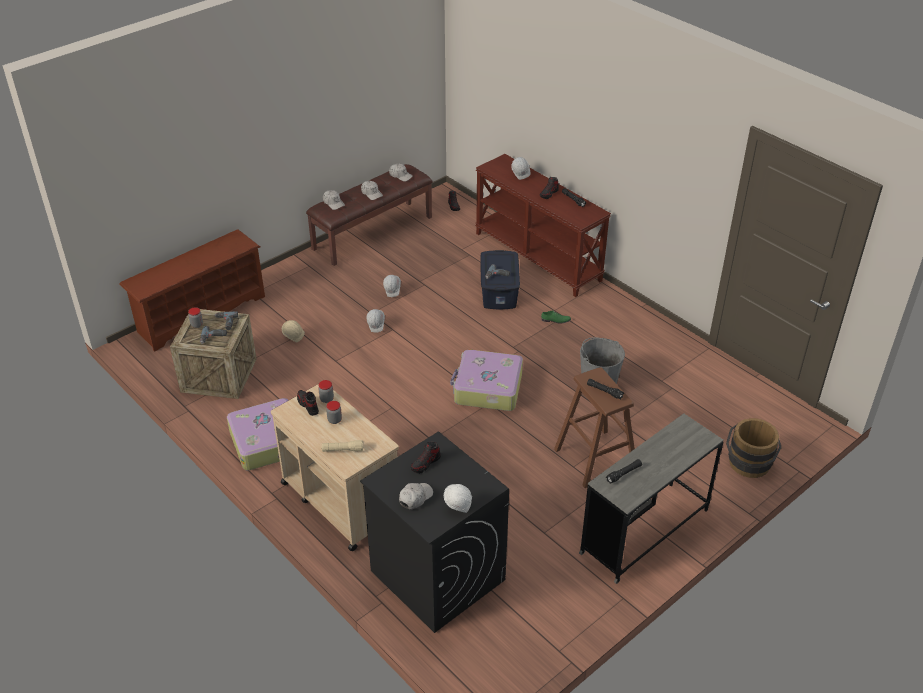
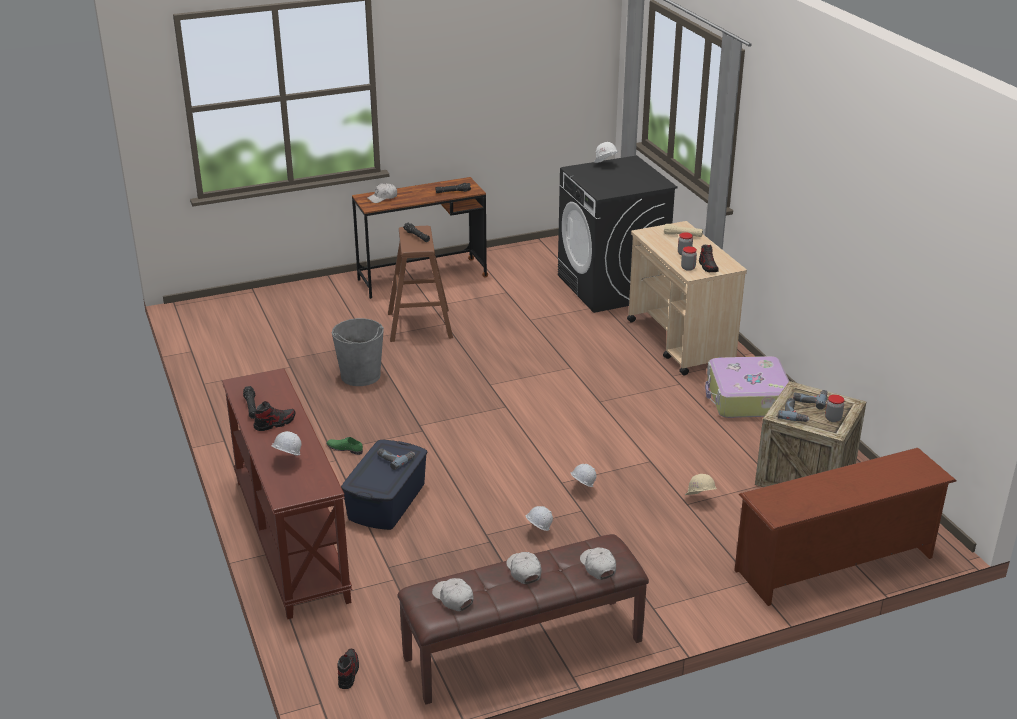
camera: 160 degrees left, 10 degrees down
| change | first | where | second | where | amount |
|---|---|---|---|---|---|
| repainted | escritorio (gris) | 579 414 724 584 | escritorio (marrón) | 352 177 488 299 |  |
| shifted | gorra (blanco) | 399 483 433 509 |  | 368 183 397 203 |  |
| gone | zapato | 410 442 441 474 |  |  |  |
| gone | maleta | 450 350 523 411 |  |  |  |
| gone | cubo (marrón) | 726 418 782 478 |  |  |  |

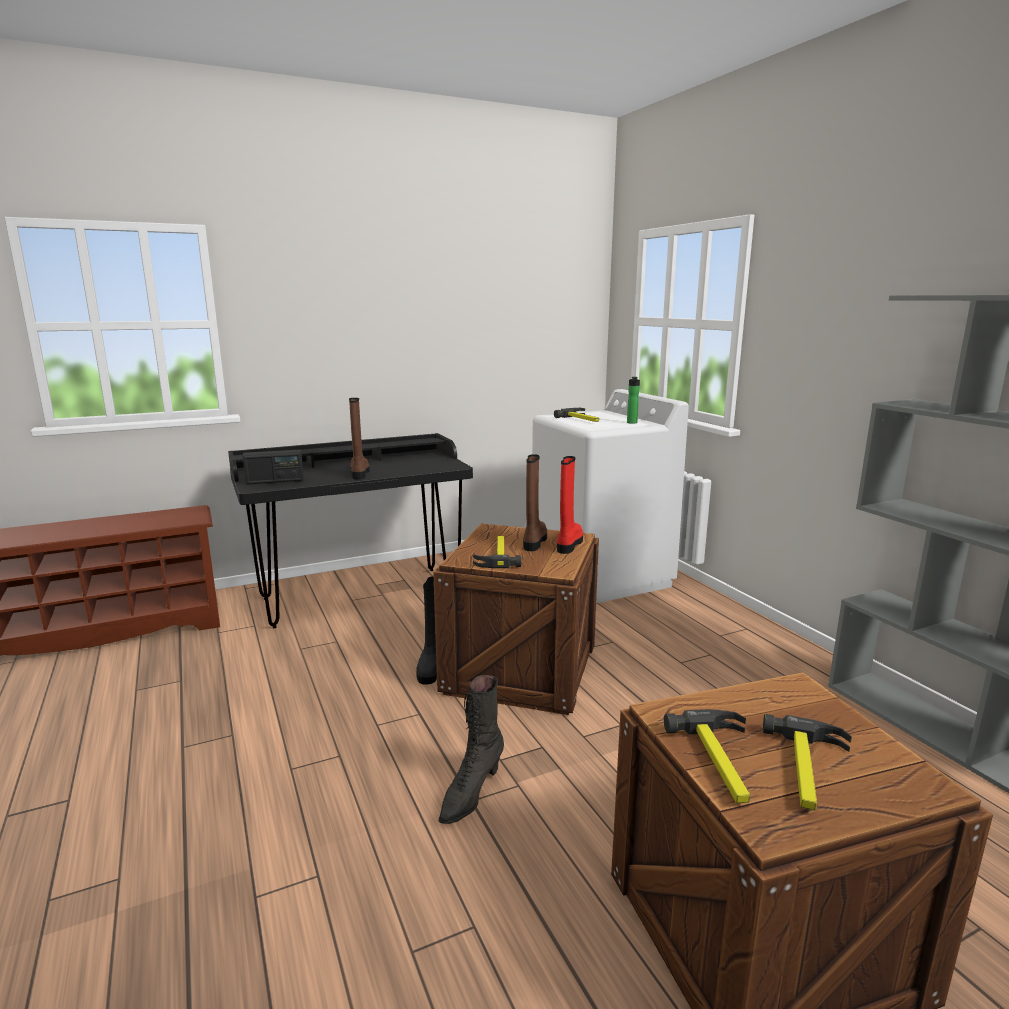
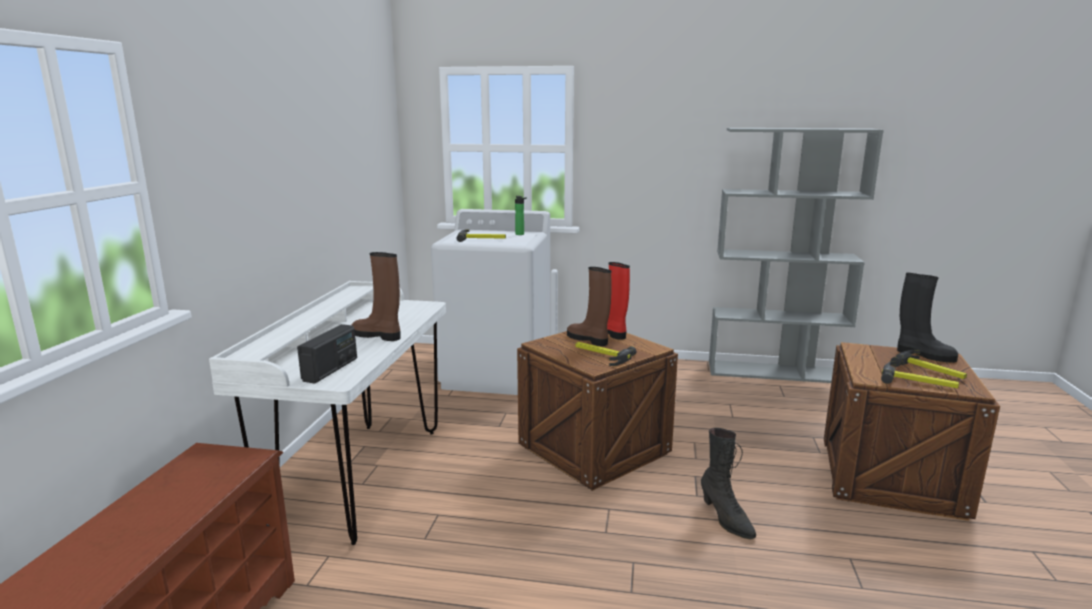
camera: 55 degrees left, 0 degrees up
| change | first | where | second | where | amount |
|---|---|---|---|---|---|
| repainted | escritorio (negro) | 228 433 473 628 | escritorio (blanco) | 209 281 446 545 |  |
| shifted | bota (negro) | 416 577 437 684 |  | 897 273 958 363 |  |

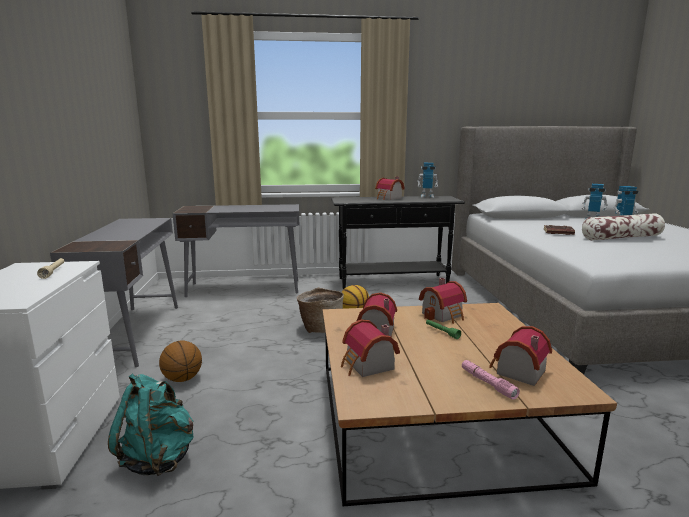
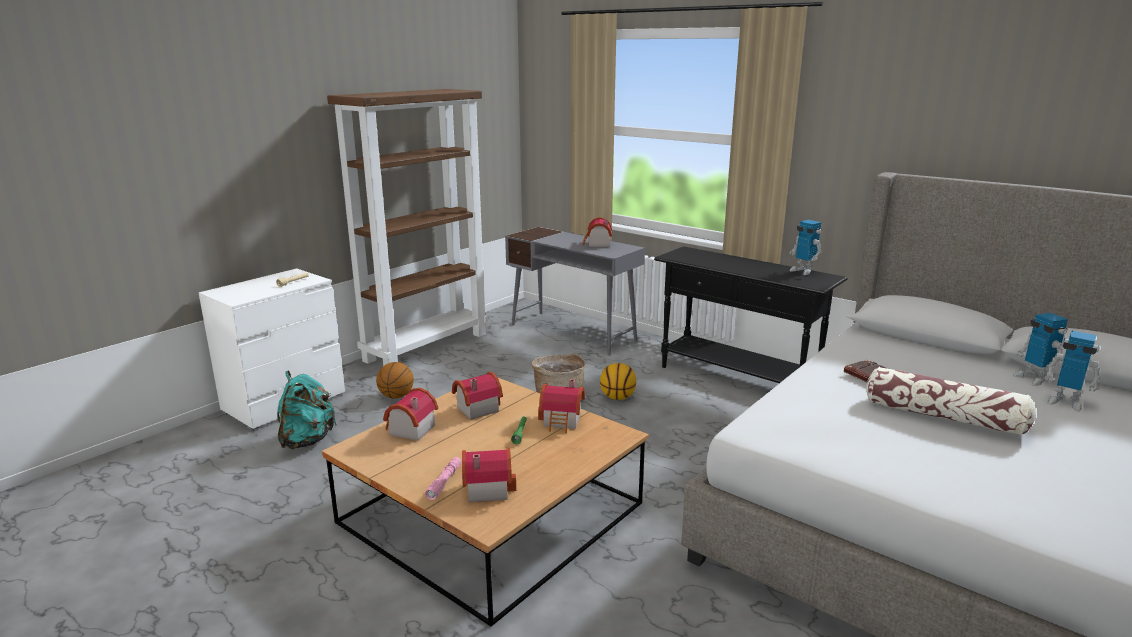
camera: 45 degrees right, 5 degrees up
| change | first | where | second | where | amount |
|---|---|---|---|---|---|
| swapped | escritorio (gris) | 50 218 178 367 | estantería (marrón) | 327 89 488 366 |  |
| shifted | casita | 375 177 405 200 |  | 582 217 612 247 |  |

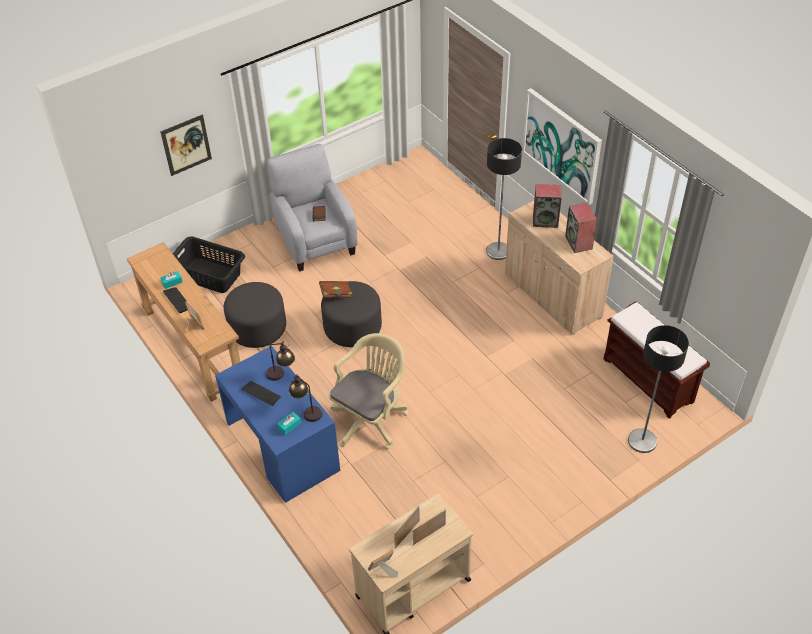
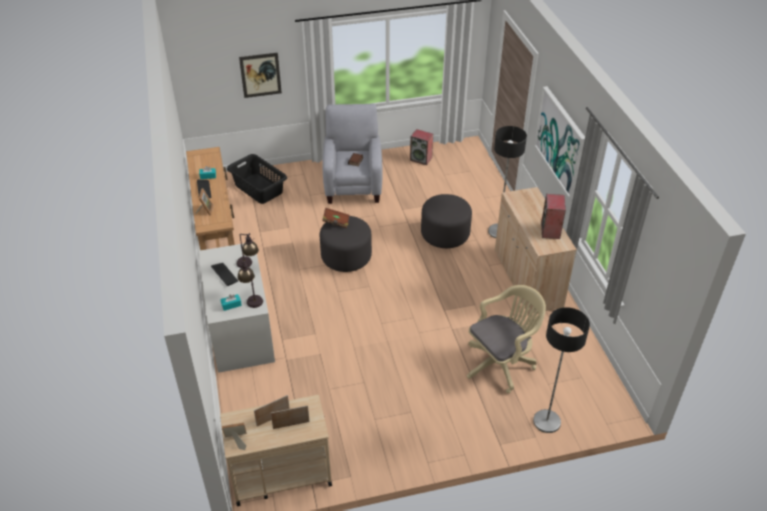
camera: 20 degrees right, 5 degrees down
| change | first | where | second | where | amount |
|---|---|---|---|---|---|
| repainted | escritorio (azul) | 215 346 340 503 | escritorio (blanco) | 199 244 275 373 |  |
| shifted | altavoz | 533 184 562 228 |  | 410 129 433 165 |  |
| shifted | puf (gris) | 224 282 286 348 |  | 421 194 472 248 |  |
| shifted | silla de oficina (beis) | 329 333 408 450 |  | 467 285 546 394 |  |
| gone | banco (marrón) | 603 301 710 419 |  |  |  |

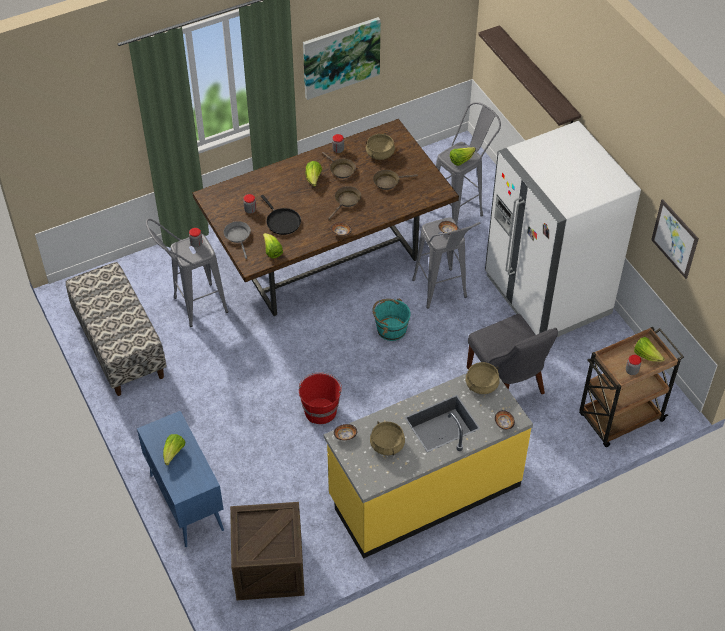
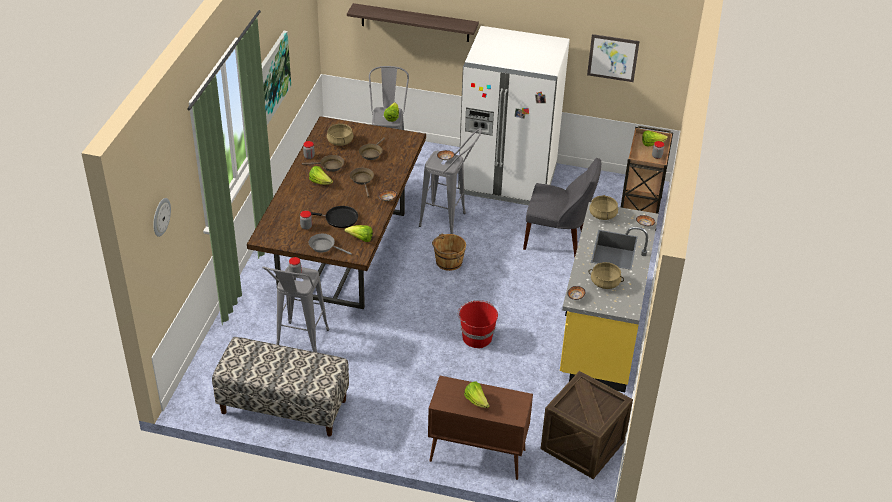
camera: 50 degrees left, 10 degrees down
| change | first | where | second | where | amount |
|---|---|---|---|---|---|
| new |  |  | reloj de pared | 153 198 171 237 |  |
| repainted | armario (azul) | 137 411 224 547 | armario (marrón) | 428 376 533 480 |  |
| repainted | cubo (turquesa) | 372 298 411 341 | cubo (marrón) | 432 233 466 271 |  |

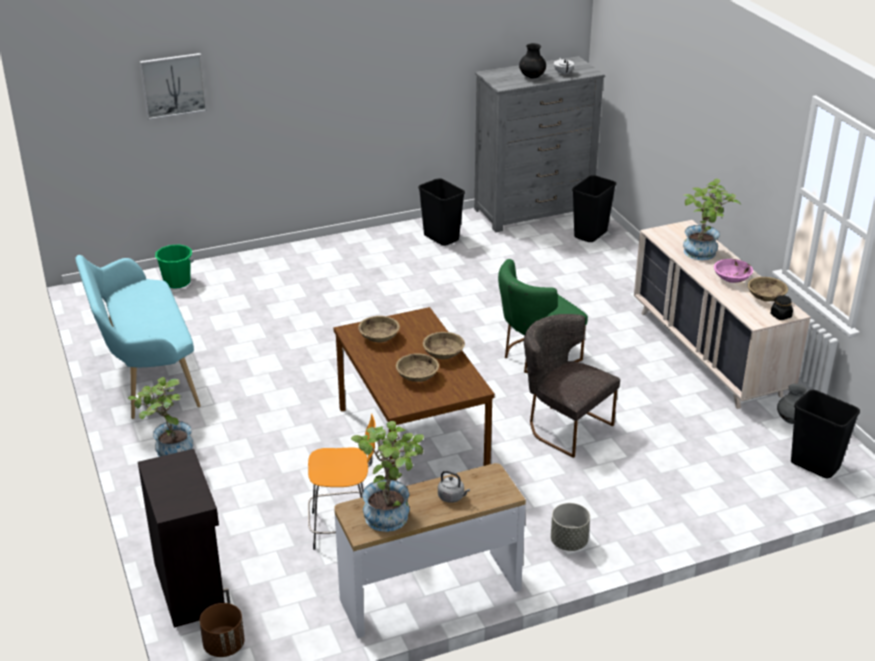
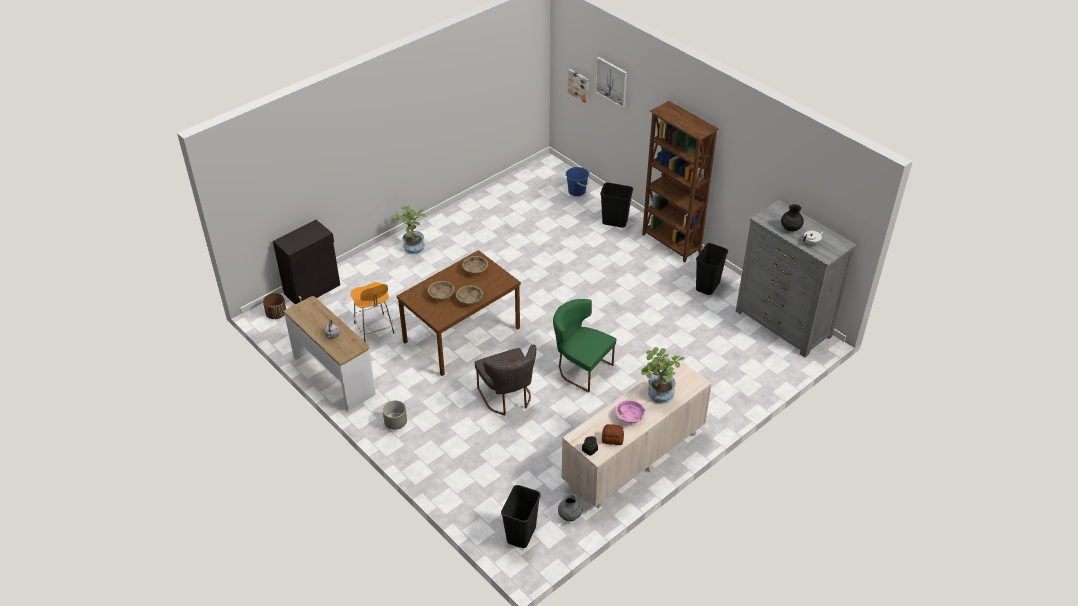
camera: 70 degrees right, 10 degrees up
| change | first | where | second | where | amount |
|---|---|---|---|---|---|
| rotated | silla (gris) | 524 314 620 458 |  | 474 345 536 415 | 135 degrees clockwise |
| repainted | cubo (verde) | 155 245 194 289 | cubo (azul) | 566 167 589 196 |  |
| new |  |  | cuadro | 568 69 589 103 |  |
| shifted | papelera (negro) | 572 175 616 242 |  | 600 183 633 228 |  |
| swapped | cuenco (beis) | 748 277 788 302 | pan | 602 424 624 445 |  |
| new |  |  | estantería (marrón) | 642 101 719 263 |  |
| gone | banco (turquesa) | 76 255 201 419 |  |  |  |
| gone | planta en maceta | 351 421 424 532 |  |  |  |

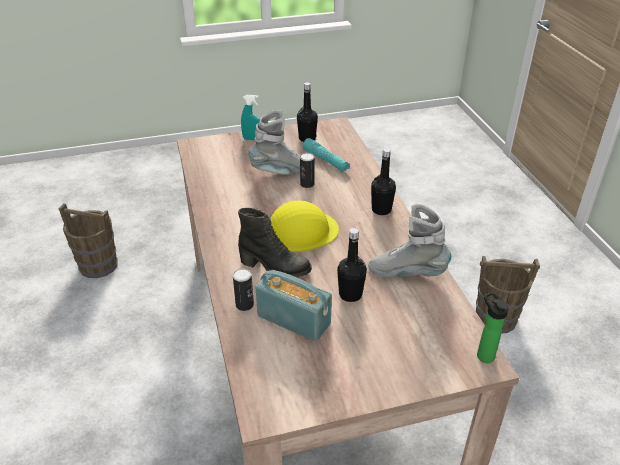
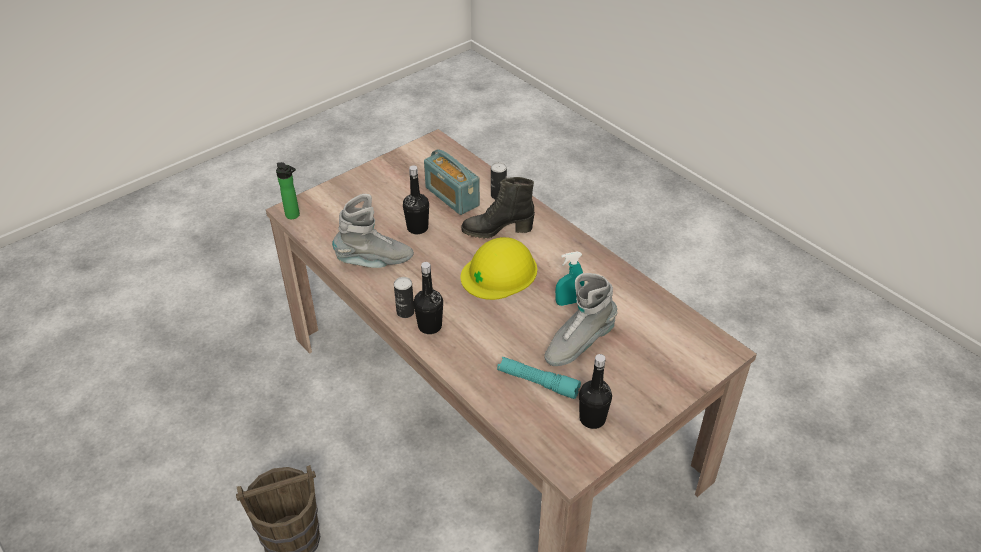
camera: 155 degrees right, 5 degrees up
| change | first | where | second | where | amount |
|---|---|---|---|---|---|
| shifted | lata | 300 153 315 188 |  | 394 277 414 318 |  |
| rotated | radio | 255 270 332 342 |  | 424 150 480 215 | 45 degrees clockwise |
| shifted | pulverizador (turquesa) | 241 95 260 141 |  | 555 251 584 306 |  |
| gone | cubo (marrón) | 59 203 118 278 |  |  |  |

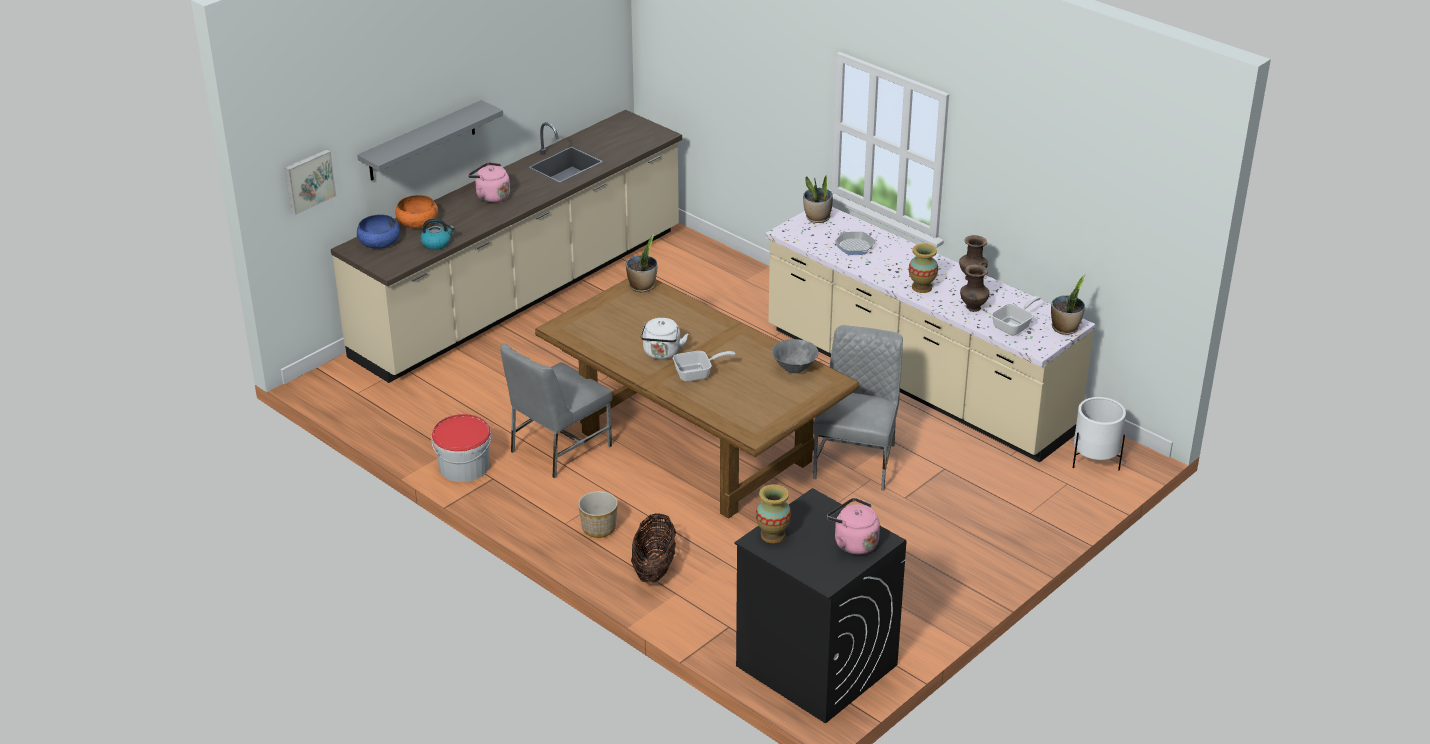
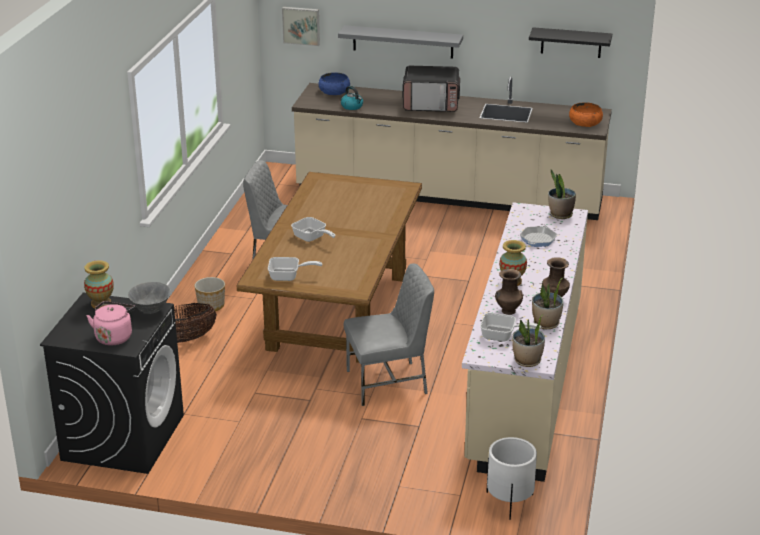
camera: 60 degrees right, 5 degrees down
| change | first | where | second | where | amount |
|---|---|---|---|---|---|
| shifted | cuenco (gris) | 772 339 818 373 |  | 128 282 171 313 |  |
| new |  |  | sartén | 268 257 322 281 |  |
| swapped | hervidor (rosa) | 468 162 510 203 | microondas | 402 66 460 112 |  |
| new |  |  | estante (negro) | 529 27 612 58 |  |
| shifted | planta en maceta | 626 234 657 292 |  | 532 278 563 329 |  |
| shifted | cuenco (naranja) | 396 195 438 229 |  | 569 102 603 127 |  |
| gone | cubo | 431 414 491 482 |  |  |  |
| gone | hervidor (blanco) | 641 318 689 359 |  |  |  |

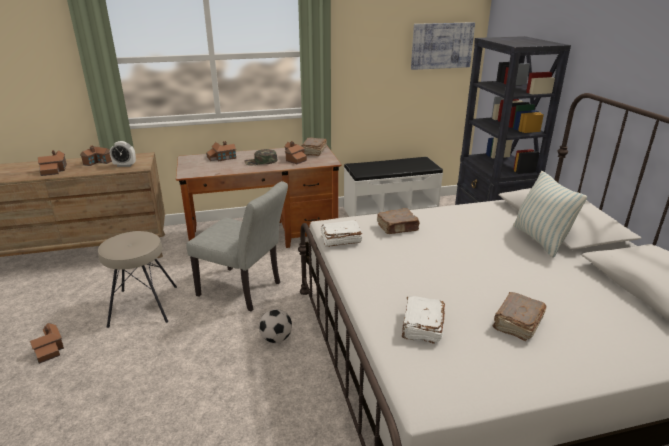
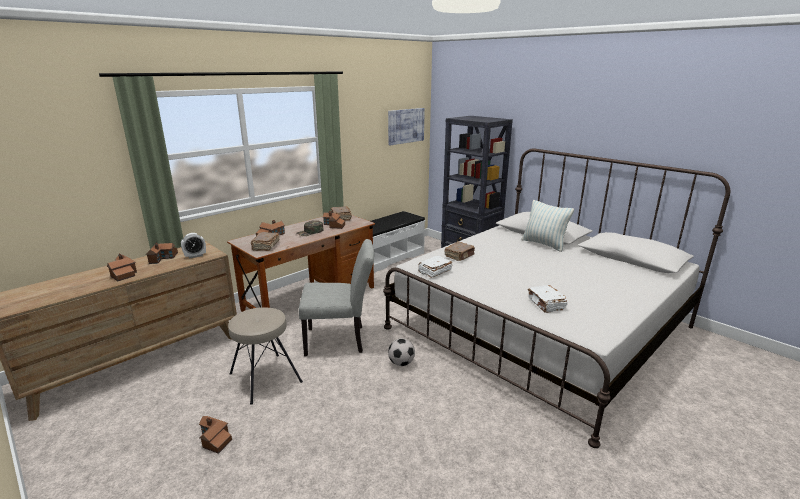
camera: 30 degrees left, 5 degrees down
| change | first | where | second | where | amount |
|---|---|---|---|---|---|
| shifted | libro (marrón) | 493 292 546 341 |  | 251 232 280 251 |  |

